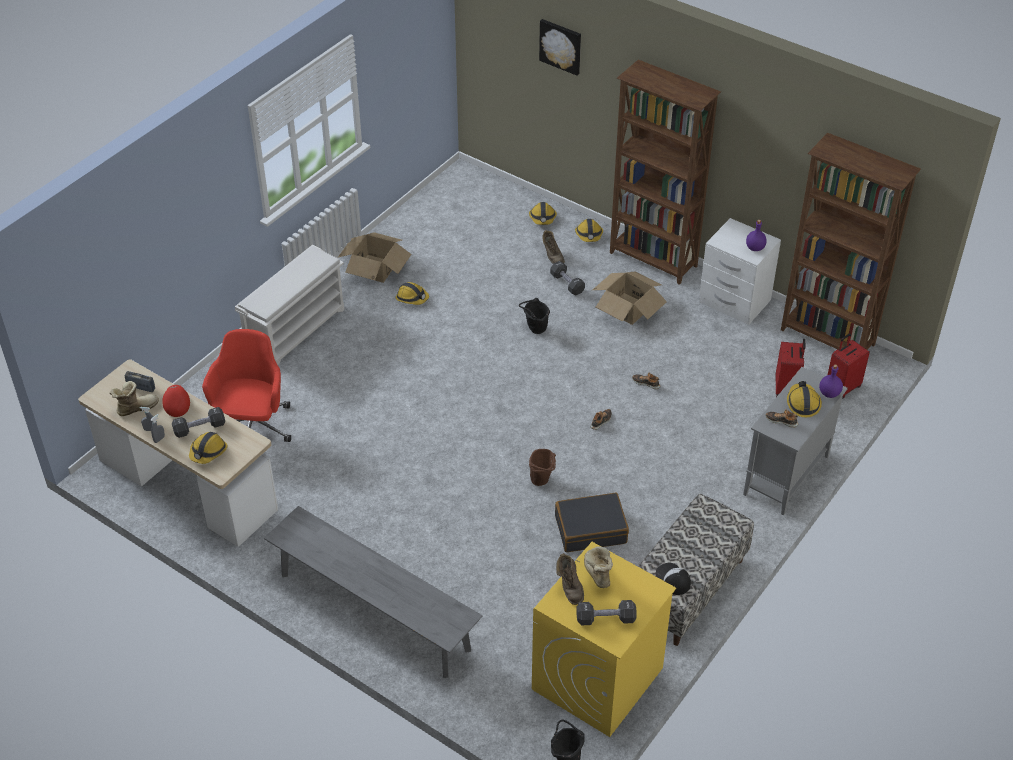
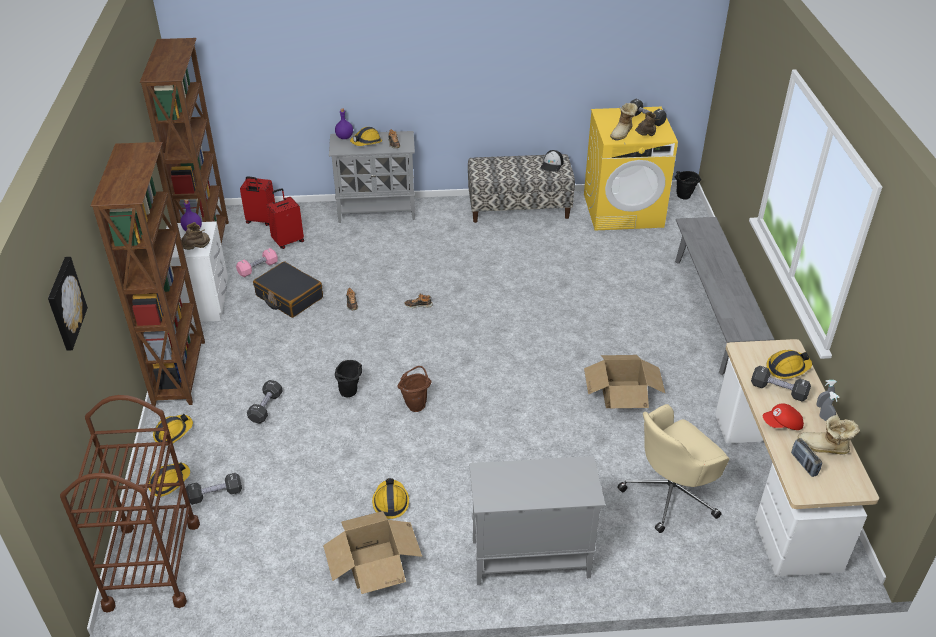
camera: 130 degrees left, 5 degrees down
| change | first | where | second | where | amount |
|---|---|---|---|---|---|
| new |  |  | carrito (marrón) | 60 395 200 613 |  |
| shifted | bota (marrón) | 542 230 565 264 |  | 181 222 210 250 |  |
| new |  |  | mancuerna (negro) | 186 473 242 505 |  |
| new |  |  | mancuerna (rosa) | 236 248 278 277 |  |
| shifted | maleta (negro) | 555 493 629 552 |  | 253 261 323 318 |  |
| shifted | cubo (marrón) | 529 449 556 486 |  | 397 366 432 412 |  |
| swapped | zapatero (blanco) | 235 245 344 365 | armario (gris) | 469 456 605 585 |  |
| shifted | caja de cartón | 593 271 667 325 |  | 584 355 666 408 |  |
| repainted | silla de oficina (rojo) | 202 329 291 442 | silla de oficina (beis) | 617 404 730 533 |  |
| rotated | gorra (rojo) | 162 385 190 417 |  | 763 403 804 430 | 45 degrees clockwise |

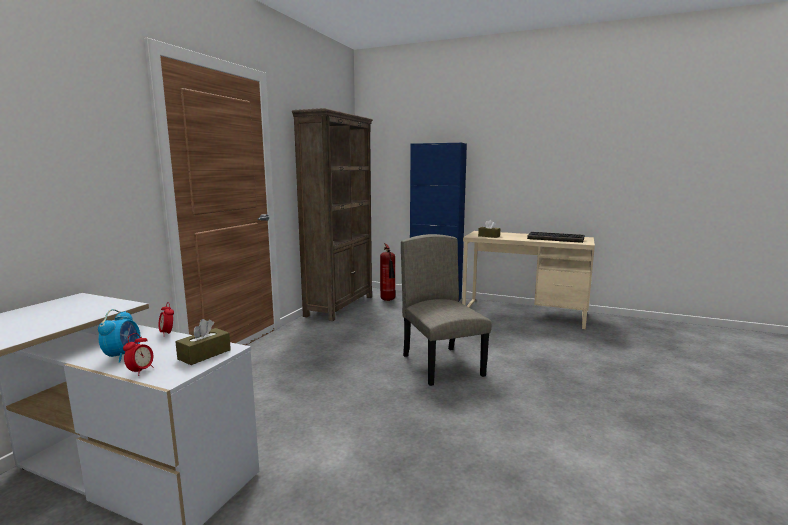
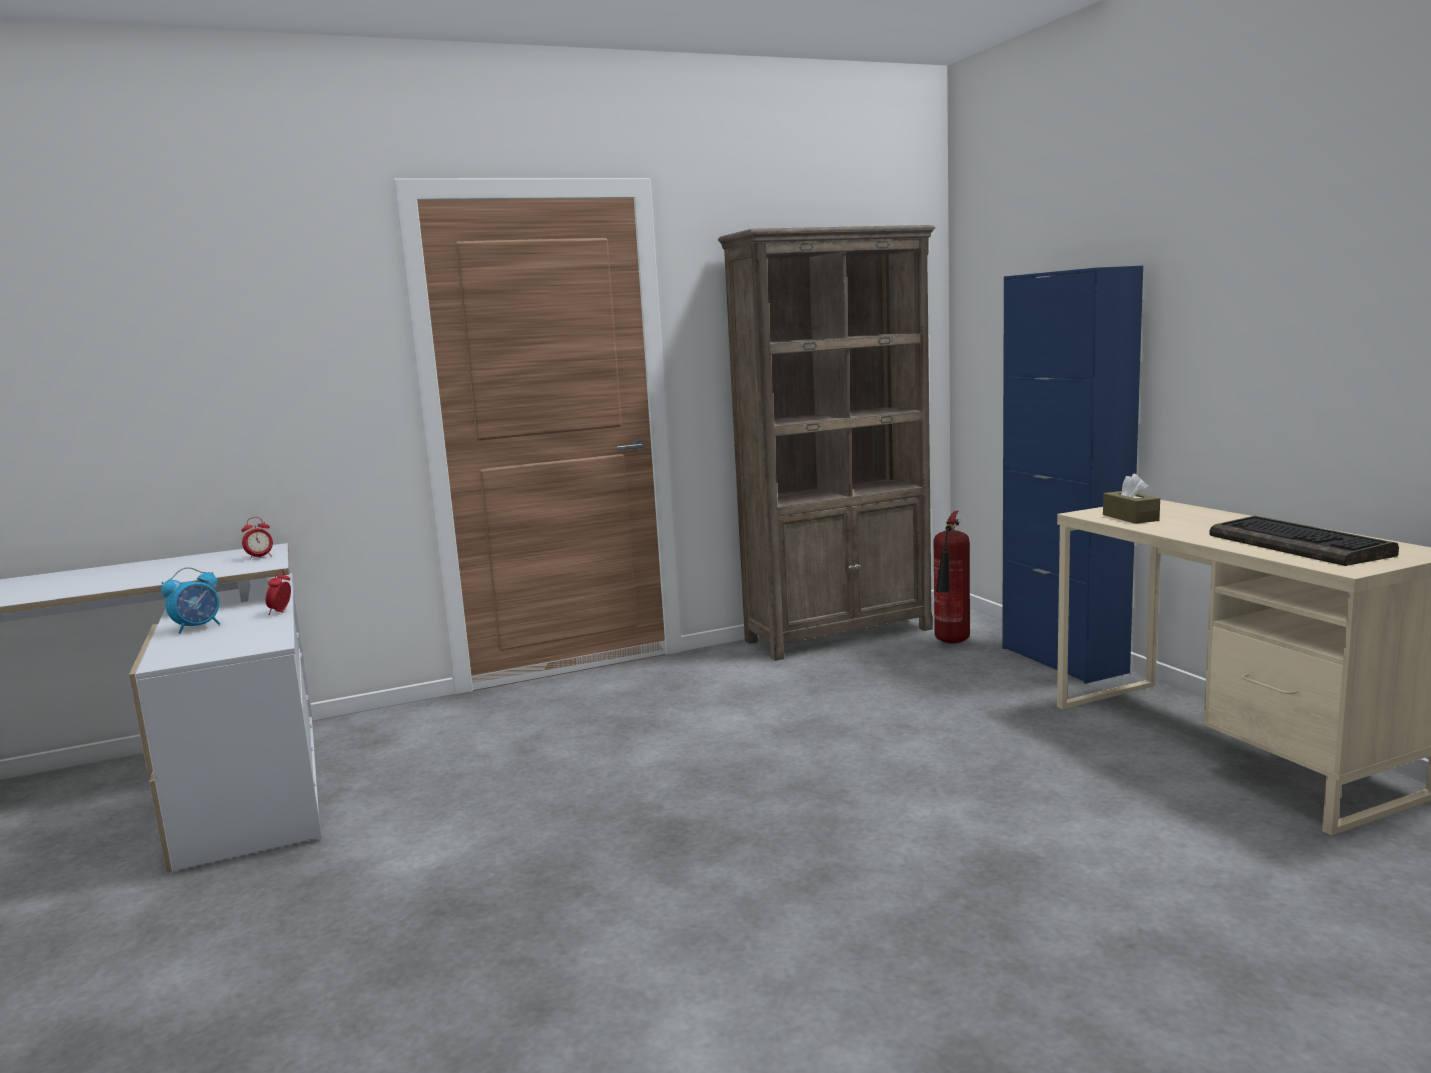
camera: 45 degrees right, 0 degrees up
| change | first | where | second | where | amount |
|---|---|---|---|---|---|
| shifted | despertador | 123 333 154 376 |  | 241 517 273 560 |  |
| gone | caja de pañuelos (marrón) | 175 319 231 365 |  |  |  |
| gone | silla (beis) | 401 234 492 386 |  |  |  |

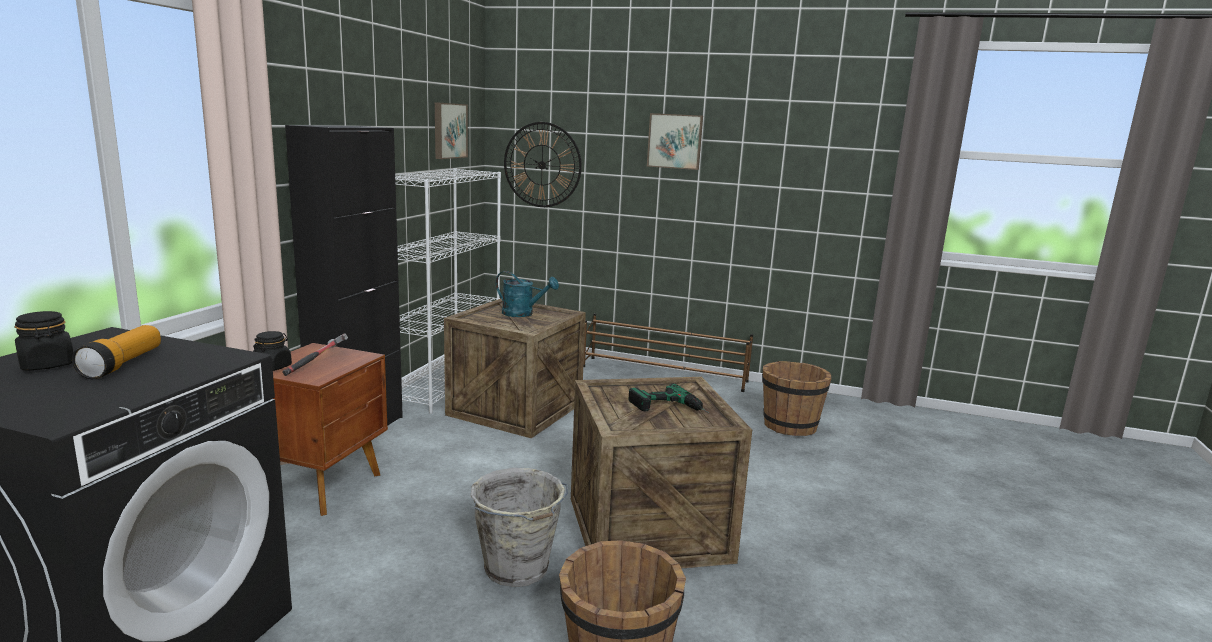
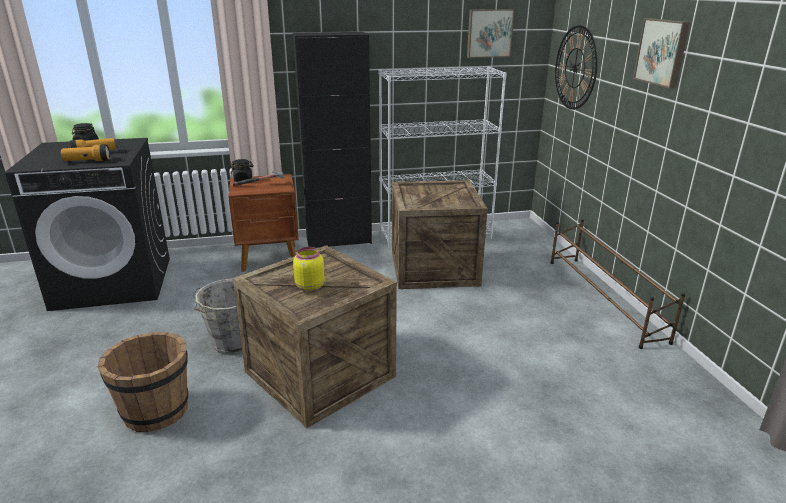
camera: 60 degrees right, 10 degrees up
| change | first | where | second | where | amount |
|---|---|---|---|---|---|
| new |  |  | linterna | 61 144 110 161 |  |
| swapped | taladro | 628 383 709 413 | tarro (amarillo) | 293 247 325 292 |  |
| gone | regadera (turquesa) | 496 271 559 317 |  |  |  |
| gone | cubo (marrón) | 762 361 832 436 |  |  |  |

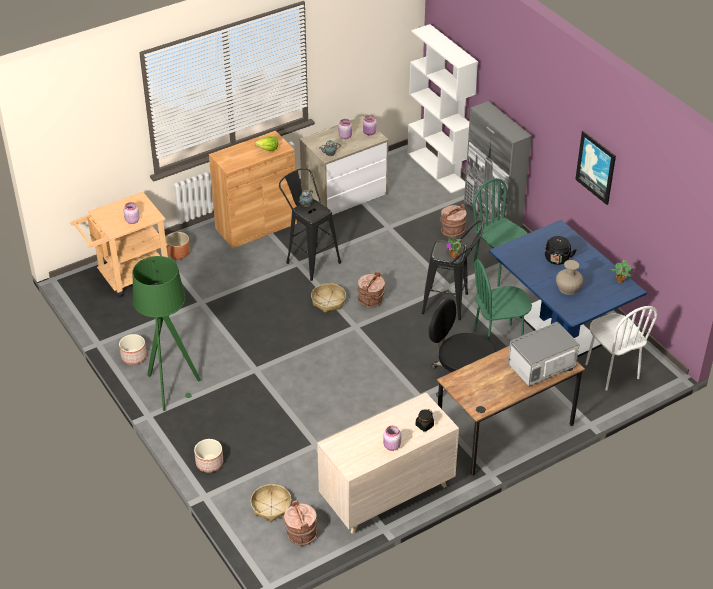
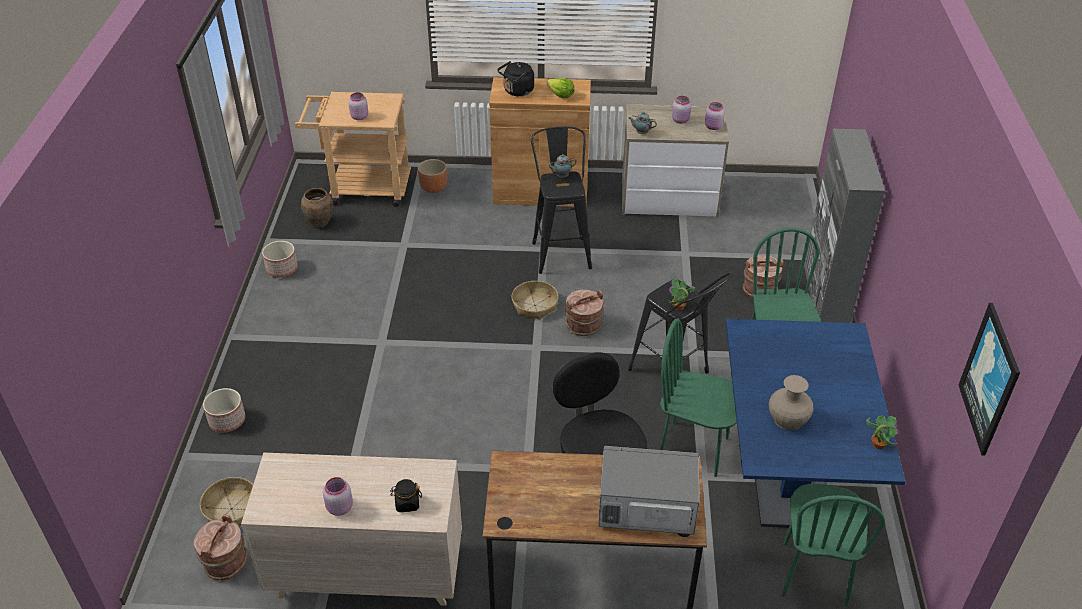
camera: 35 degrees right, 0 degrees up
| change | first | where | second | where | amount |
|---|---|---|---|---|---|
| new |  |  | florero (marrón) | 301 188 333 227 |  |
| shifted | hervidor (negro) | 545 236 577 265 |  | 497 61 534 96 |  |
| repainted | silla (blanco) | 585 306 658 391 | silla (verde) | 781 484 885 606 |  |
| shifted | cuadro | 575 131 616 205 |  | 959 303 1020 456 |  |
| gone | lámpara de pie (verde) | 132 256 201 411 |  |  |  |
| gone | estantería (blanco) | 407 24 478 194 |  |  |  |

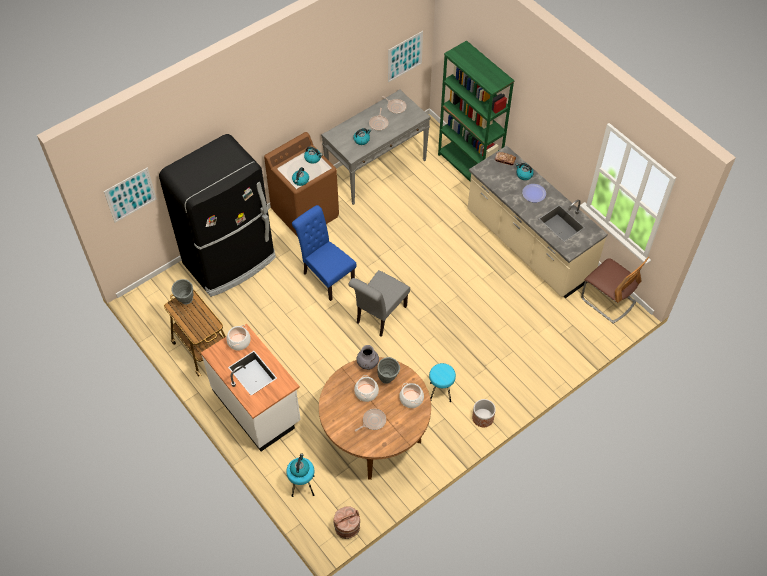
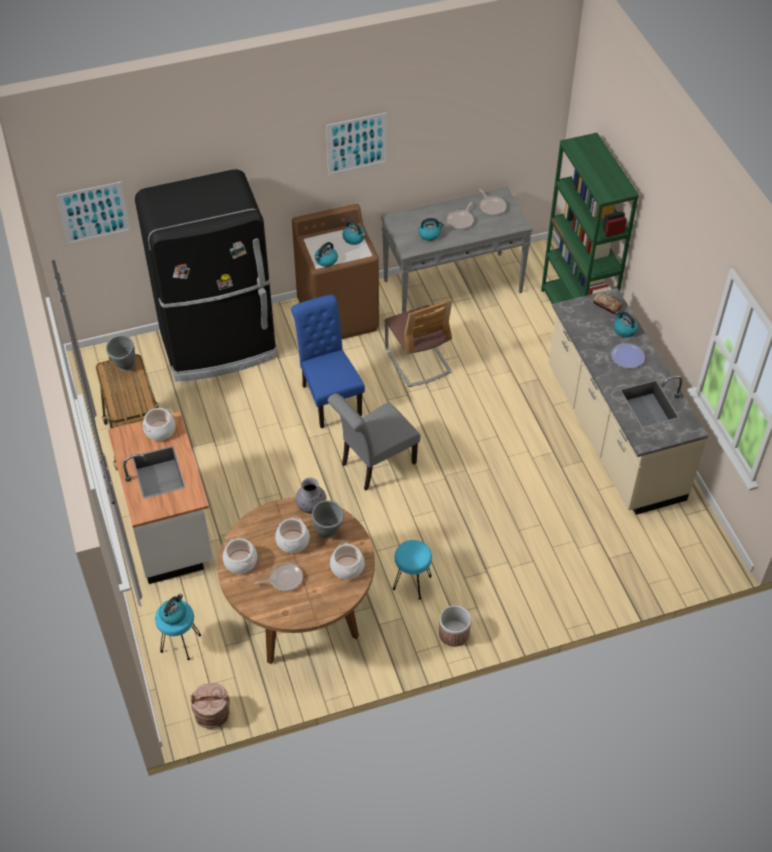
camera: 20 degrees right, 5 degrees down
| change | first | where | second | where | amount |
|---|---|---|---|---|---|
| new |  |  | olla | 223 538 257 574 |  |
| shifted | cuadro | 388 31 423 83 |  | 326 113 387 175 |  |
| shifted | silla | 581 257 649 324 |  | 385 299 452 387 |  |

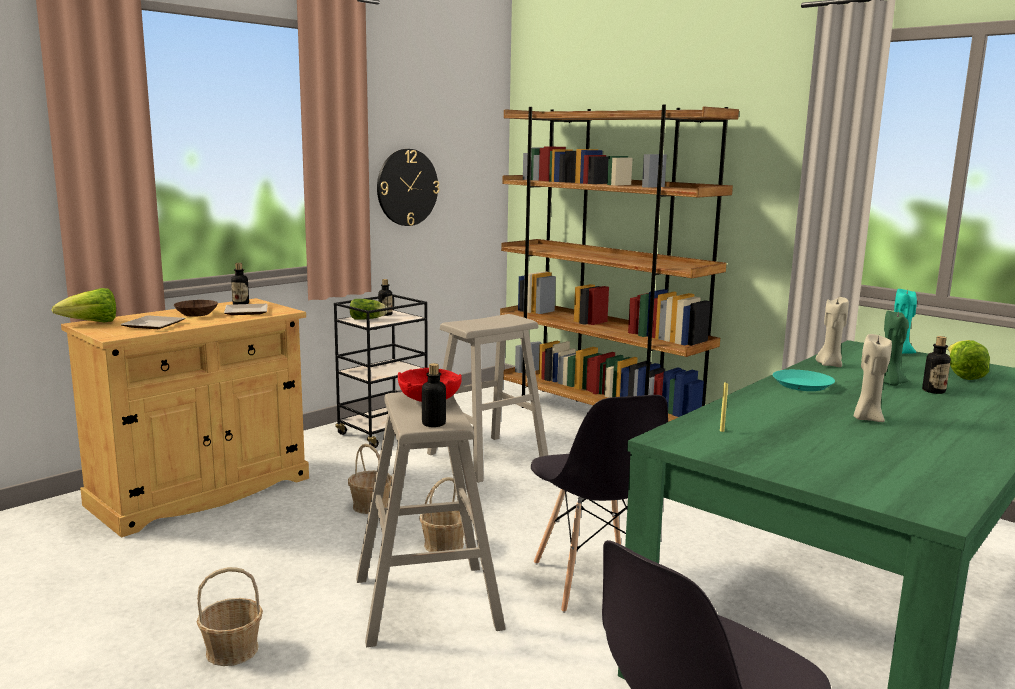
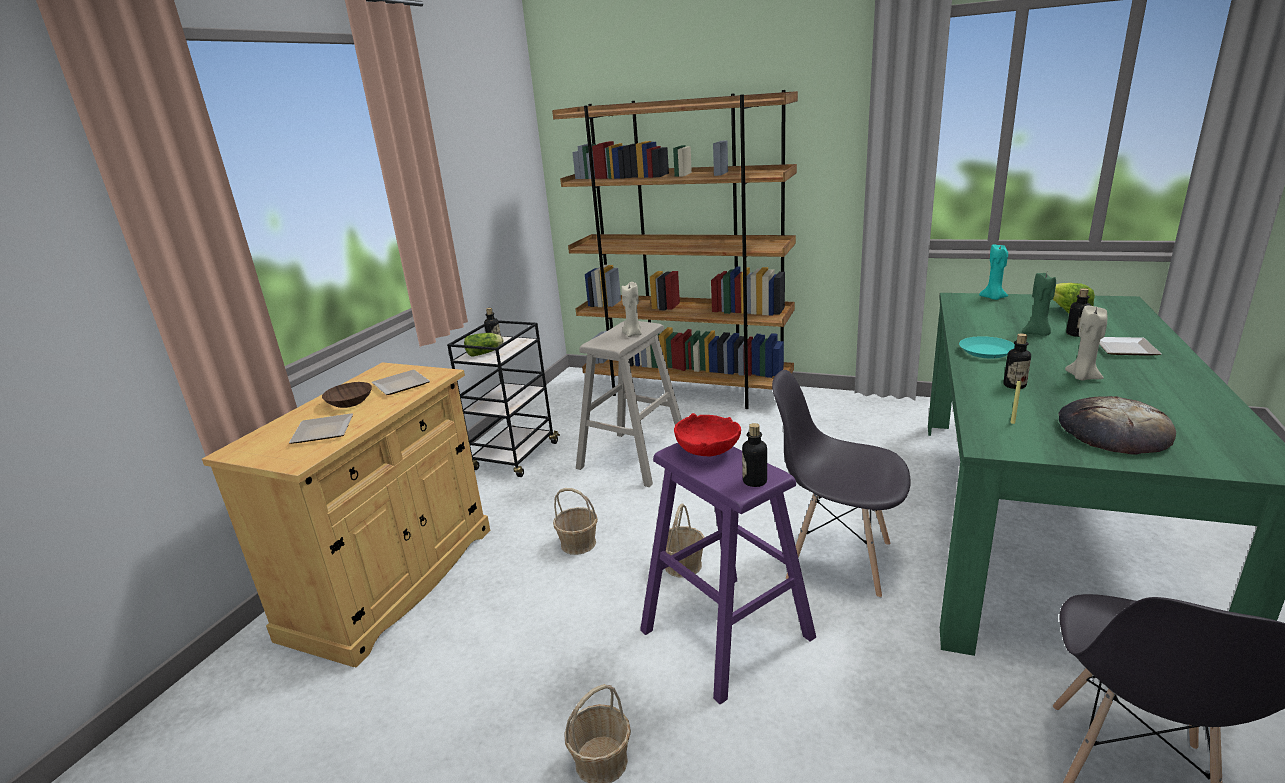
camera: 20 degrees left, 10 degrees up
| change | first | where | second | where | amount |
|---|---|---|---|---|---|
| shifted | vela (beis) | 816 297 849 367 |  | 621 282 642 337 |  |
| repainted | taburete (beis) | 356 392 506 647 | taburete (morado) | 640 443 816 704 |  |
| rotated | silla (gris) | 531 395 668 613 |  | 772 370 911 598 | 150 degrees clockwise |
| shifted | botella | 231 263 249 304 |  | 1004 333 1031 389 |  |
| new |  |  | pan | 1058 396 1176 455 |  |
| new |  |  | plato | 1099 337 1161 356 |  |
| gone | lechuga | 52 288 116 322 |  |  |  |
| gone | reloj de pared | 377 149 439 226 |  |  |  |

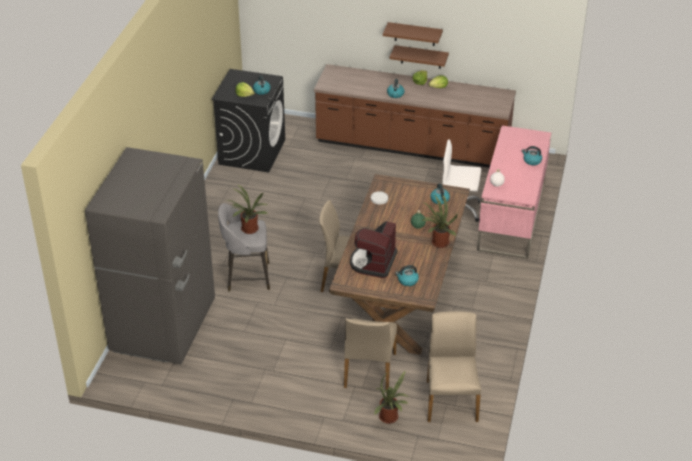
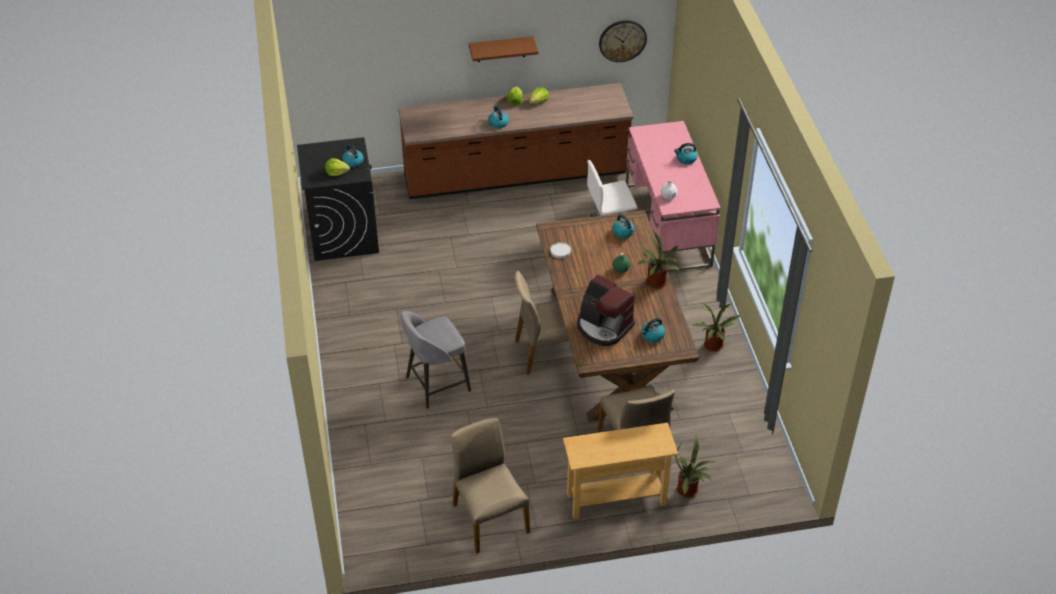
camera: 25 degrees left, 5 degrees up
| change | first | where | second | where | amount |
|---|---|---|---|---|---|
| shifted | silla (beis) | 427 311 481 422 |  | 451 418 530 553 |  |
| new |  |  | mesa consola (beis) | 563 423 678 519 |  |
| rotated | cafetera | 350 221 397 278 |  | 577 275 635 346 | 45 degrees counterclockwise |
| new |  |  | reloj de pared | 599 20 647 62 |  |
| shifted | planta en maceta | 225 184 268 234 |  | 692 303 745 352 |  |
| gone | nevera (gris) | 85 147 215 365 |  |  |  |
| gone | estante (marrón) | 389 45 449 69 |  |  |  |

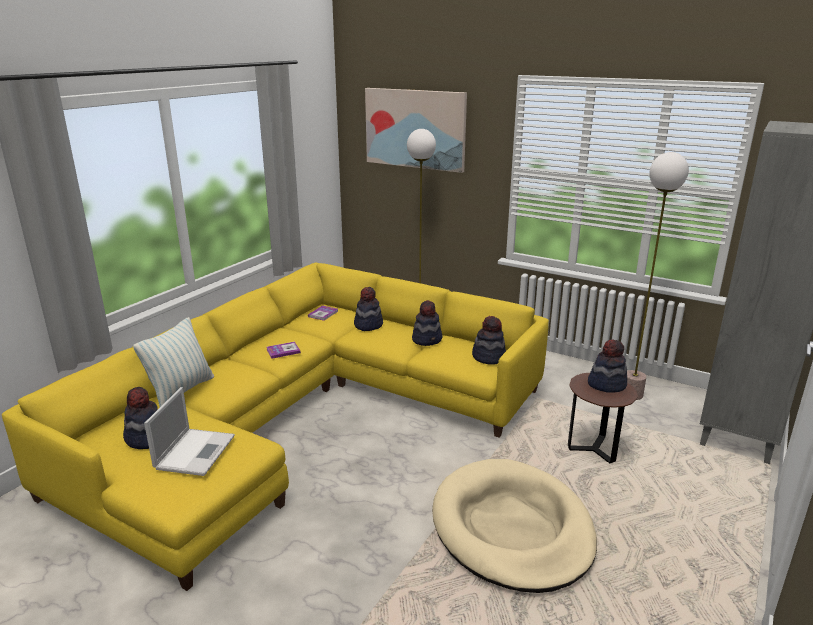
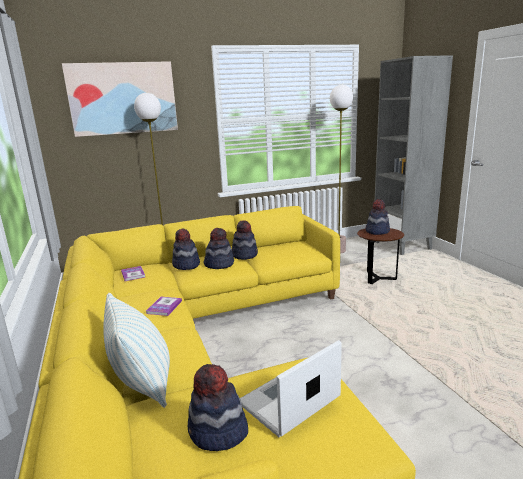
camera: 50 degrees left, 5 degrees down
| change | first | where | second | where | amount |
|---|---|---|---|---|---|
| shifted | sombrero | 472 316 506 365 |  | 204 228 234 269 |  |
| rotated | portátil | 144 387 235 476 |  | 240 340 342 437 | 90 degrees counterclockwise |
| gone | cama para perro (beis) | 432 459 597 593 |  |  |  |

